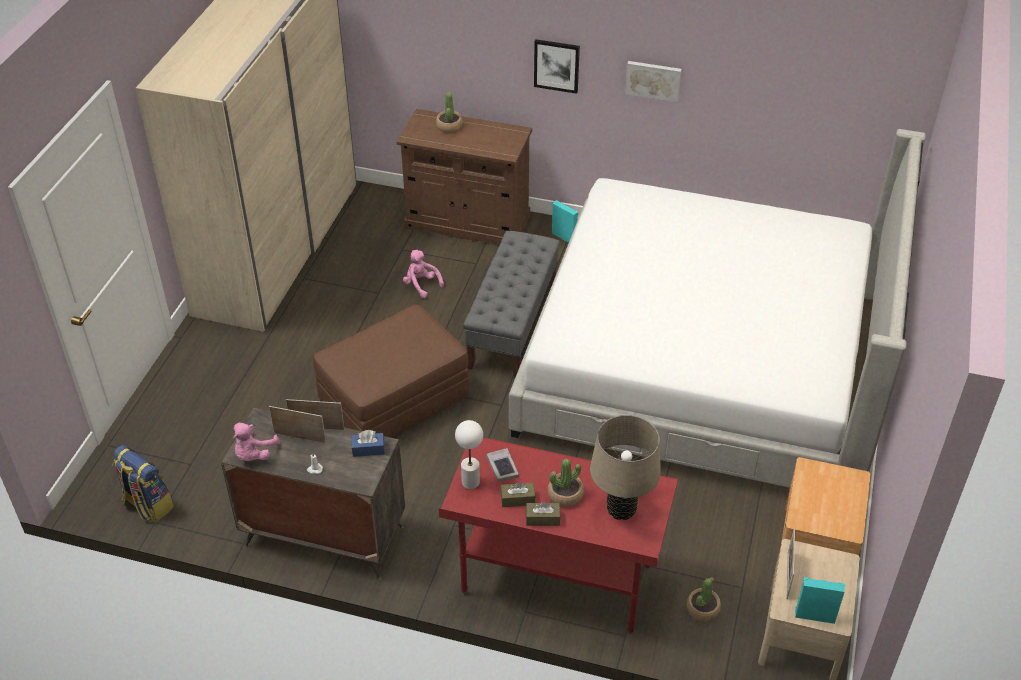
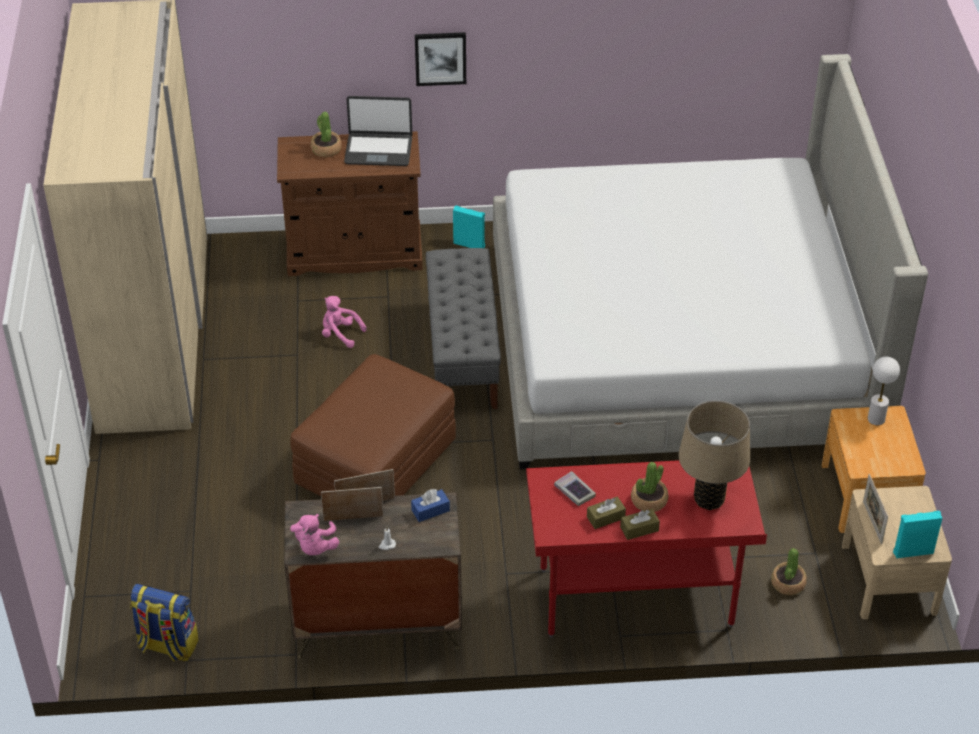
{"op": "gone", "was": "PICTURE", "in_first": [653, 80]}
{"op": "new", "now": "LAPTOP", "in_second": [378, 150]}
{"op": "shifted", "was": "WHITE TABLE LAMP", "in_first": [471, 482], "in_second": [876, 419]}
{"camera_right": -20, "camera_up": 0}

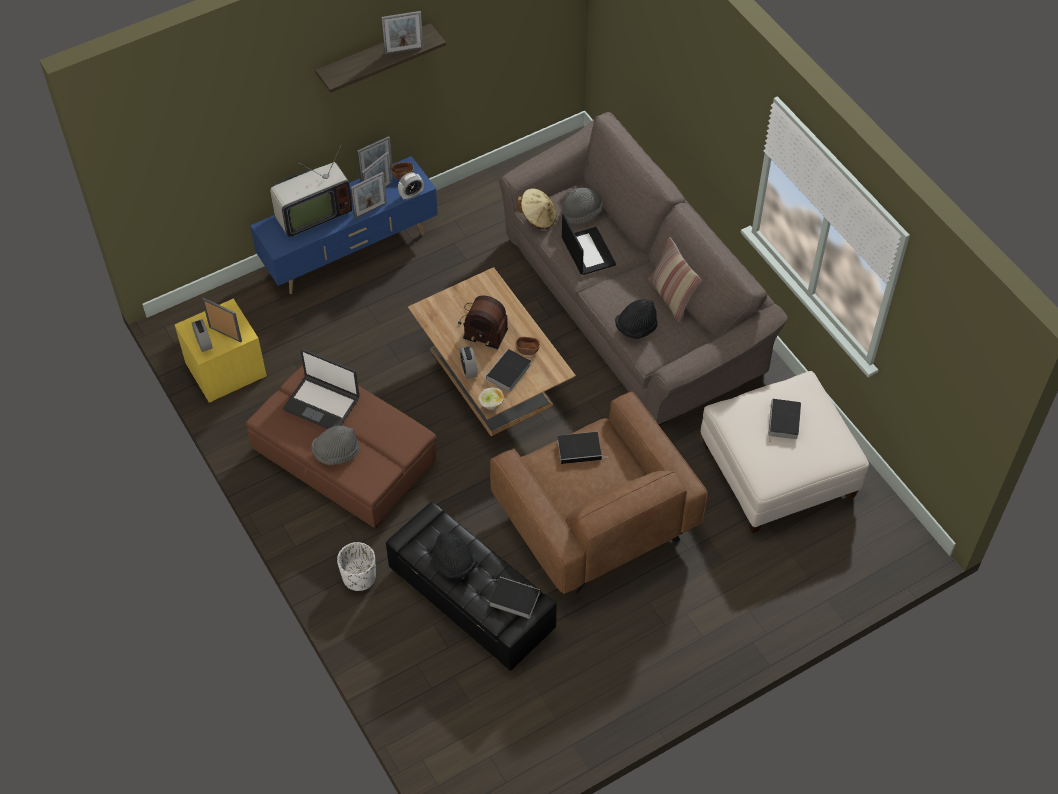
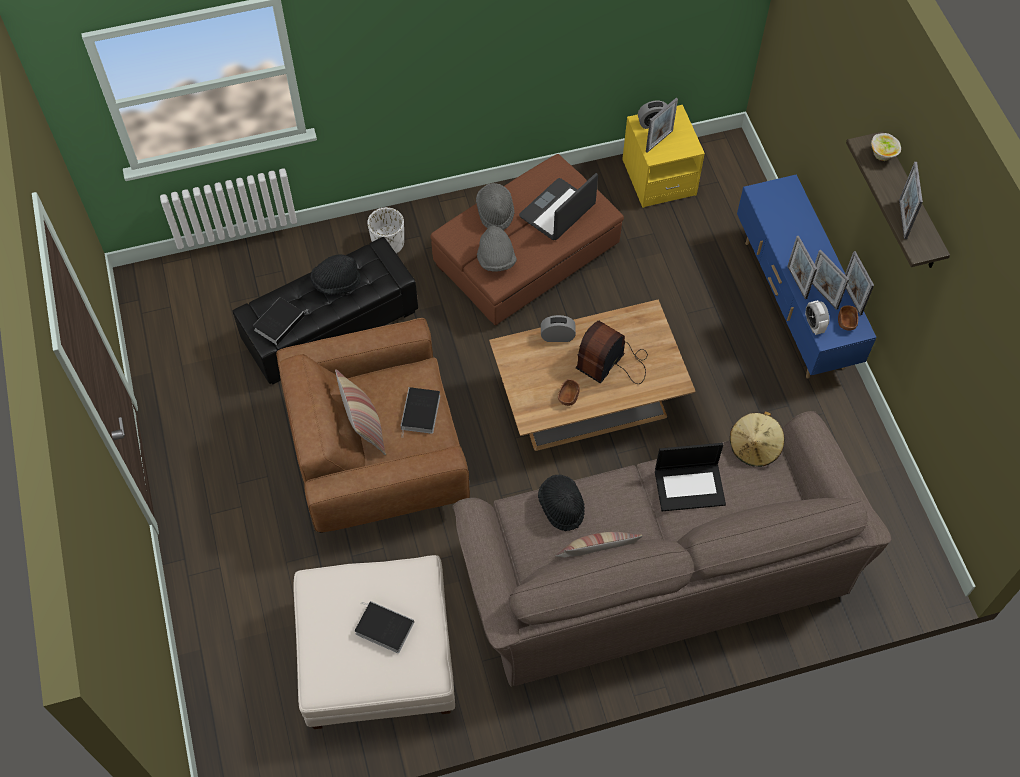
{"op": "gone", "was": "TELEVISION", "in_first": [311, 214]}
{"op": "gone", "was": "BOOK", "in_first": [508, 373]}
{"op": "new", "now": "PILLOW", "in_second": [364, 428]}
{"op": "shifted", "was": "BOWL", "in_first": [491, 405], "in_second": [882, 155]}
{"op": "shifted", "was": "GREY HAT", "in_first": [582, 213], "in_second": [496, 259]}
{"camera_right": 105, "camera_up": 5}

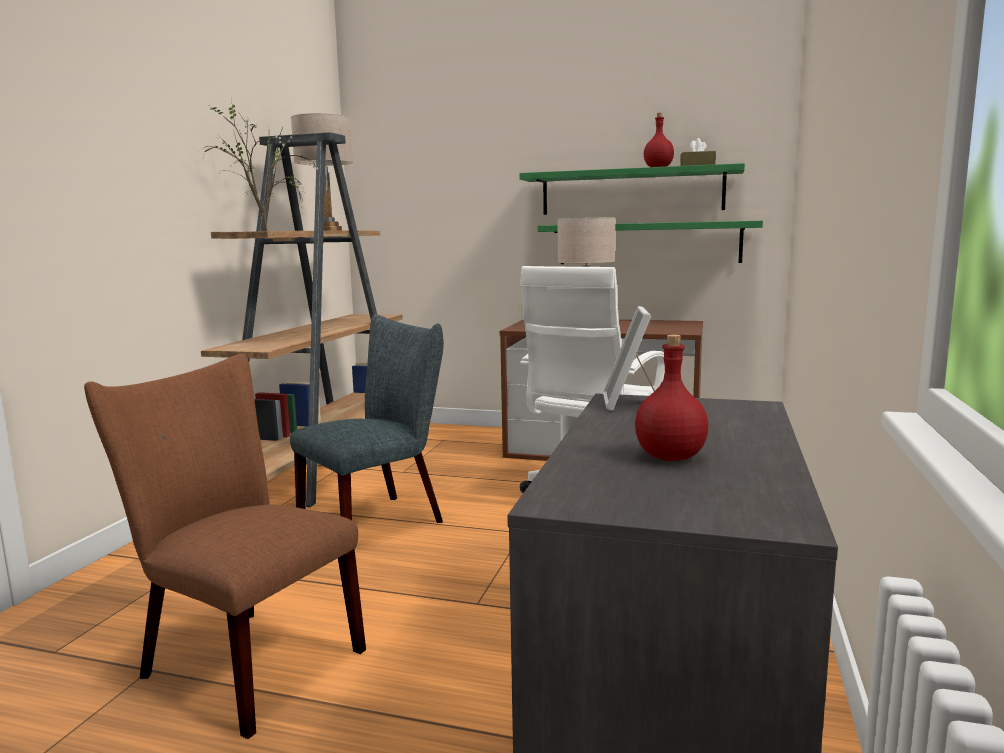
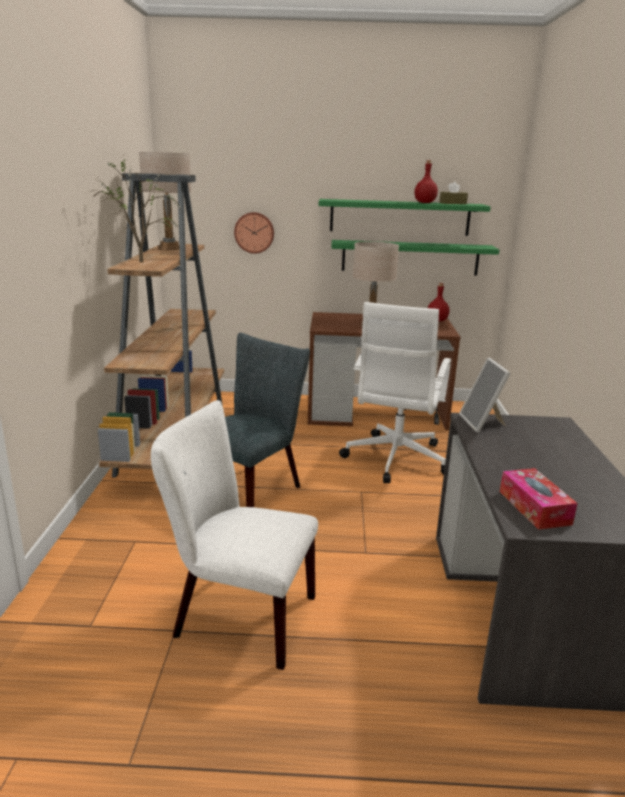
{"op": "new", "now": "WALL CLOCK", "in_second": [254, 232]}
{"op": "new", "now": "TISSUE BOX", "in_second": [534, 507]}
{"op": "shifted", "was": "RED BOTTLE", "in_first": [670, 457], "in_second": [437, 320]}
{"op": "repainted", "was": "BROWN CHAIR", "now": "WHITE CHAIR", "in_first": [242, 661], "in_second": [236, 615]}
{"camera_right": -15, "camera_up": 10}

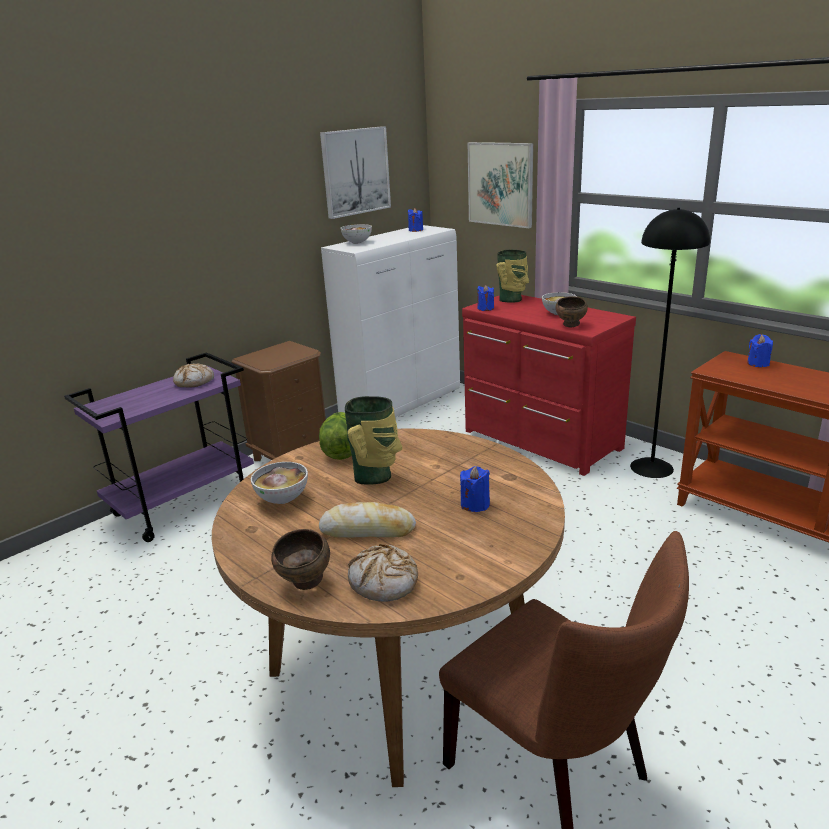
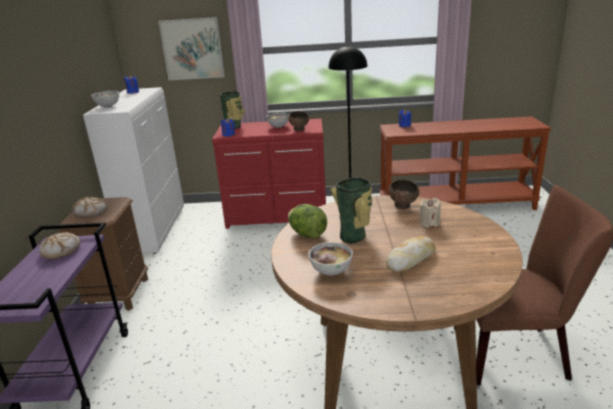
{"op": "gone", "was": "PICTURE", "in_first": [355, 171]}
{"op": "shifted", "was": "BROWN BOWL", "in_first": [306, 584], "in_second": [403, 207]}
{"op": "shifted", "was": "BREAD", "in_first": [384, 582], "in_second": [91, 212]}
{"op": "repainted", "was": "BLUE CANDLE", "now": "BEIGE CANDLE", "in_first": [475, 504], "in_second": [429, 223]}
{"camera_right": -45, "camera_up": 0}

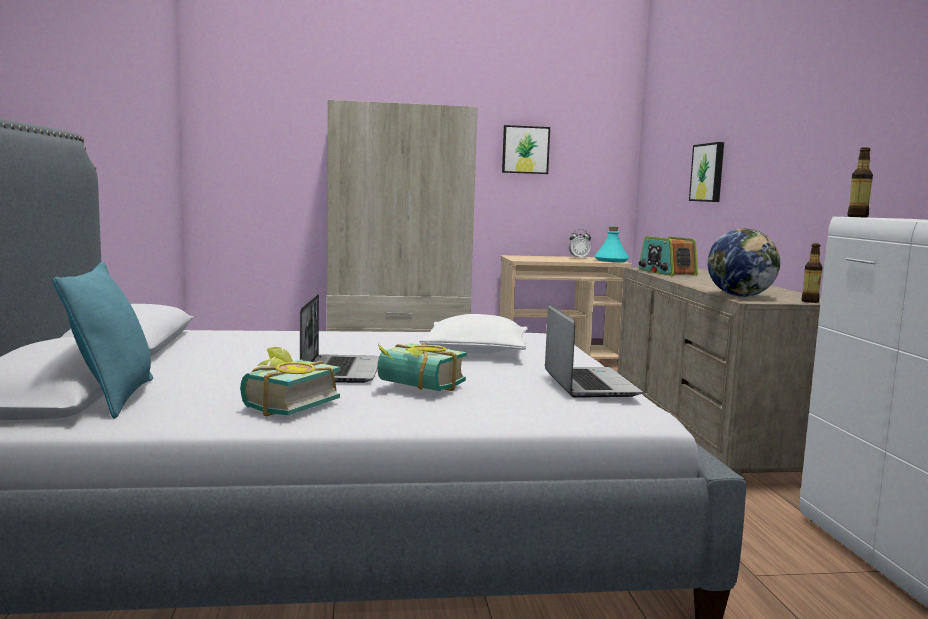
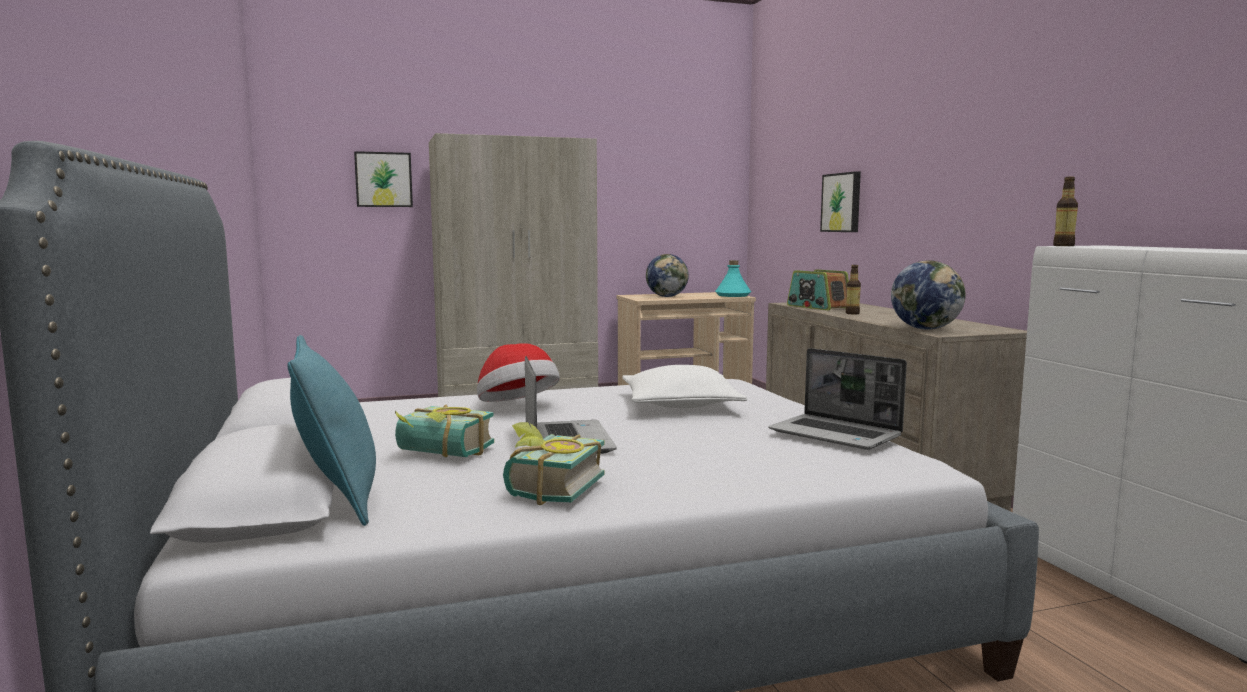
{"op": "gone", "was": "ALARM CLOCK", "in_first": [579, 258]}
{"op": "new", "now": "HAT", "in_second": [517, 407]}
{"op": "new", "now": "GLOBE", "in_second": [667, 296]}
{"op": "shifted", "was": "BOOK", "in_first": [416, 387], "in_second": [440, 454]}
{"op": "shifted", "was": "PICTURE", "in_first": [525, 150], "in_second": [383, 179]}
{"op": "shifted", "was": "BOTTLE", "in_first": [810, 301], "in_second": [852, 313]}
{"op": "rotated", "was": "LAPTOP", "in_first": [588, 384], "in_second": [836, 434], "clockwise": 150}
{"camera_right": -10, "camera_up": 0}

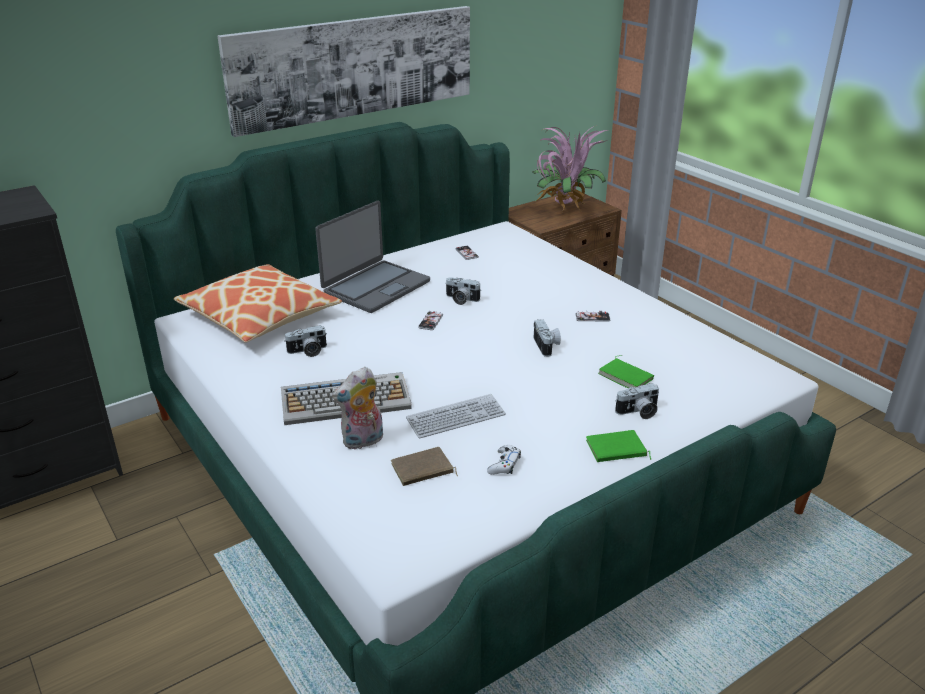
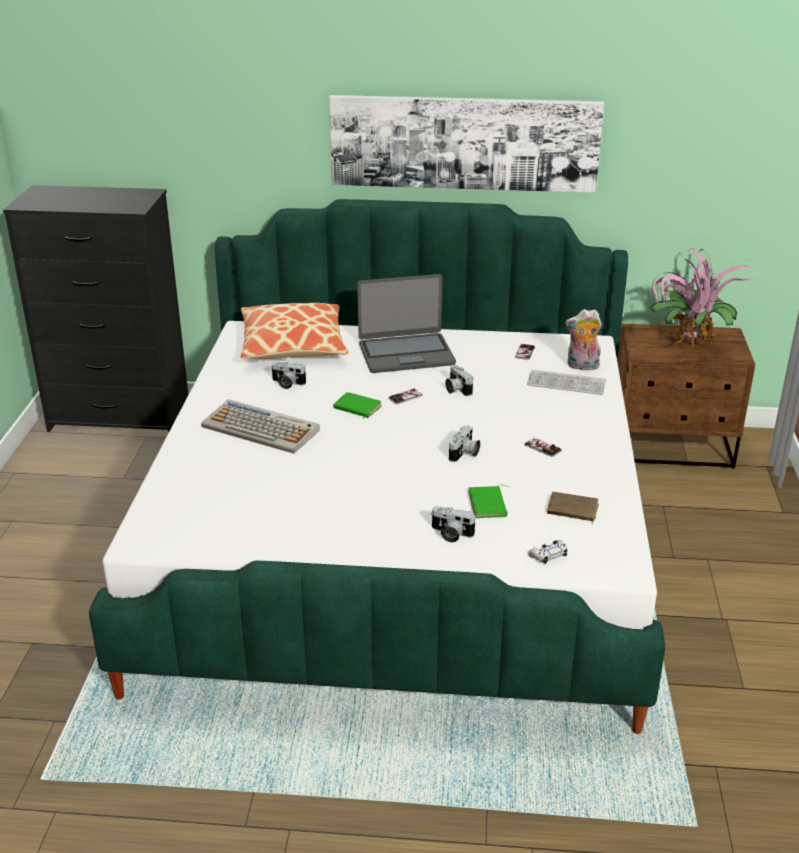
{"op": "shifted", "was": "PLUSH TOY", "in_first": [363, 441], "in_second": [582, 366]}
{"op": "shifted", "was": "BROWN BOOK", "in_first": [422, 470], "in_second": [572, 510]}
{"op": "shifted", "was": "KEYBOARD", "in_first": [456, 417], "in_second": [566, 384]}
{"op": "shifted", "was": "WHITE GAME CONTROLLER", "in_first": [504, 465], "in_second": [548, 555]}
{"op": "shifted", "was": "GREEN BOOK", "in_first": [616, 450], "in_second": [356, 408]}
{"camera_right": 40, "camera_up": 0}

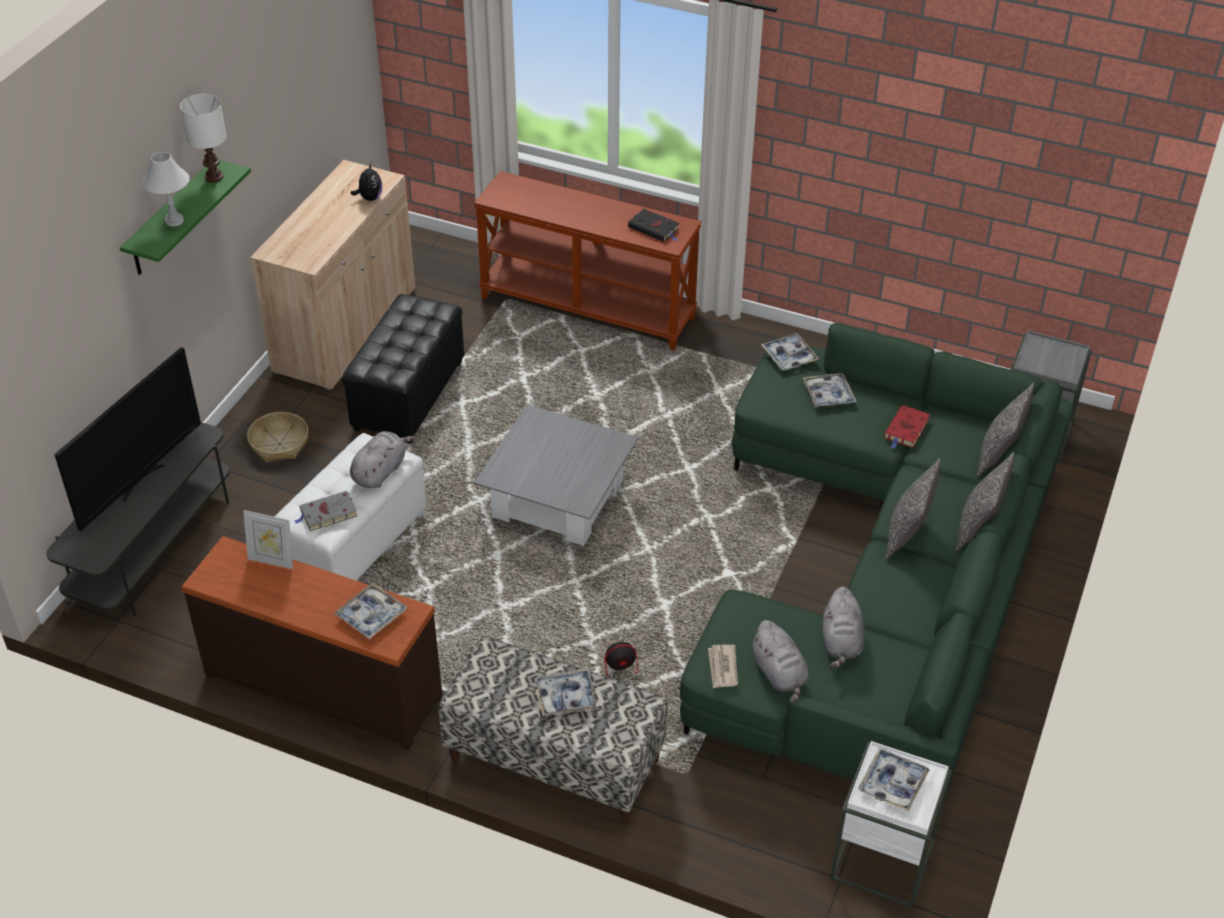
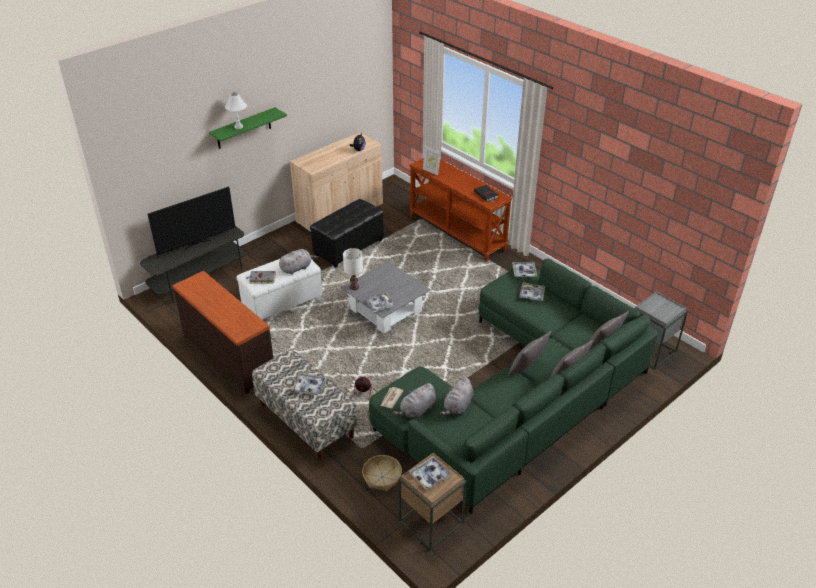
{"op": "gone", "was": "RED BOOK", "in_first": [906, 430]}
{"op": "shifted", "was": "WHITE TABLE LAMP", "in_first": [213, 177], "in_second": [353, 287]}
{"op": "shifted", "was": "PICTURE FRAME", "in_first": [272, 560], "in_second": [431, 171]}
{"op": "shifted", "was": "BASKET", "in_first": [279, 444], "in_second": [382, 477]}
{"op": "shifted", "was": "TRAY", "in_first": [371, 615], "in_second": [379, 305]}
{"op": "repainted", "was": "WHITE SIDE TABLE", "now": "BROWN SIDE TABLE", "in_first": [883, 859], "in_second": [431, 522]}
{"op": "rotated", "was": "GREY PLUSH TOY", "in_first": [780, 674], "in_second": [417, 410], "clockwise": 45}
{"camera_right": 25, "camera_up": -5}

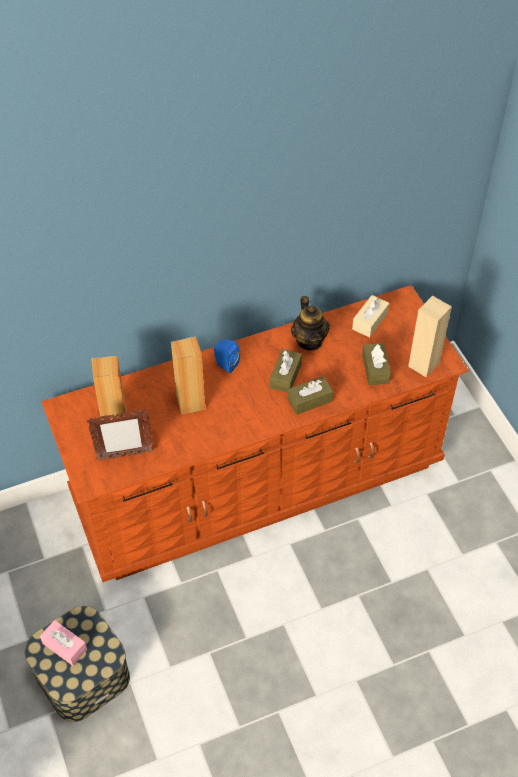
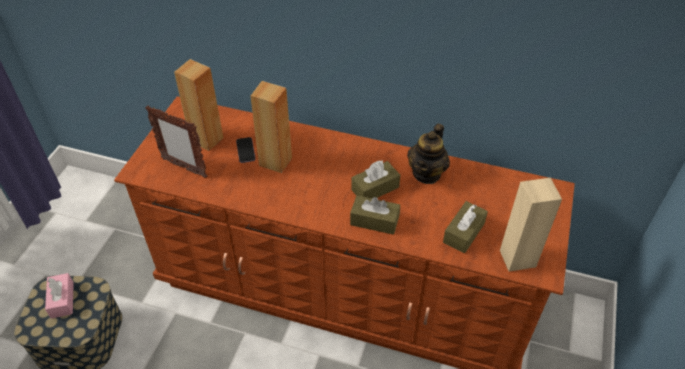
{"op": "gone", "was": "BLUE SPEAKER", "in_first": [225, 364]}
{"op": "gone", "was": "BEIGE TISSUE BOX", "in_first": [370, 321]}
{"op": "new", "now": "PHONE", "in_second": [245, 151]}
{"camera_right": 40, "camera_up": -5}

